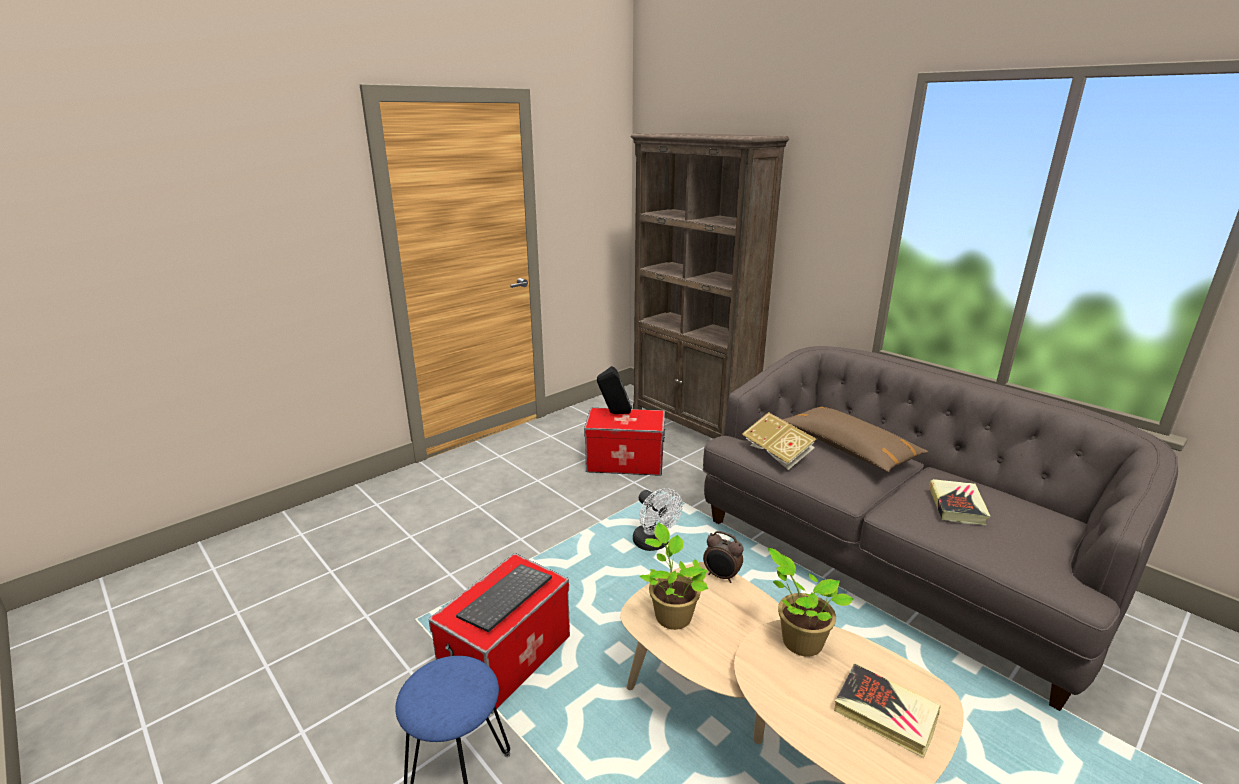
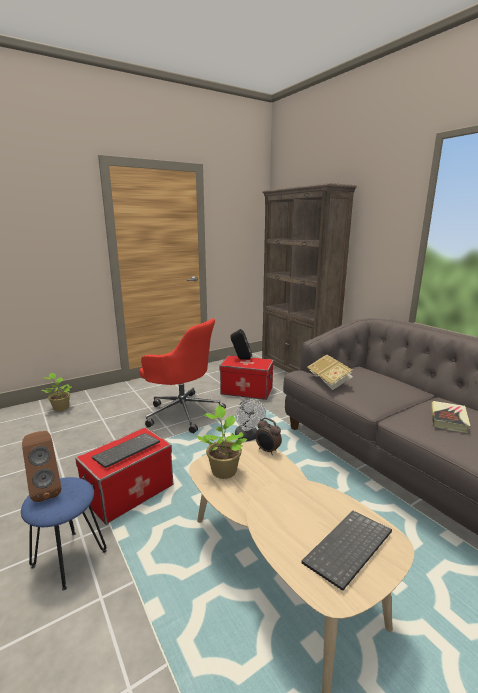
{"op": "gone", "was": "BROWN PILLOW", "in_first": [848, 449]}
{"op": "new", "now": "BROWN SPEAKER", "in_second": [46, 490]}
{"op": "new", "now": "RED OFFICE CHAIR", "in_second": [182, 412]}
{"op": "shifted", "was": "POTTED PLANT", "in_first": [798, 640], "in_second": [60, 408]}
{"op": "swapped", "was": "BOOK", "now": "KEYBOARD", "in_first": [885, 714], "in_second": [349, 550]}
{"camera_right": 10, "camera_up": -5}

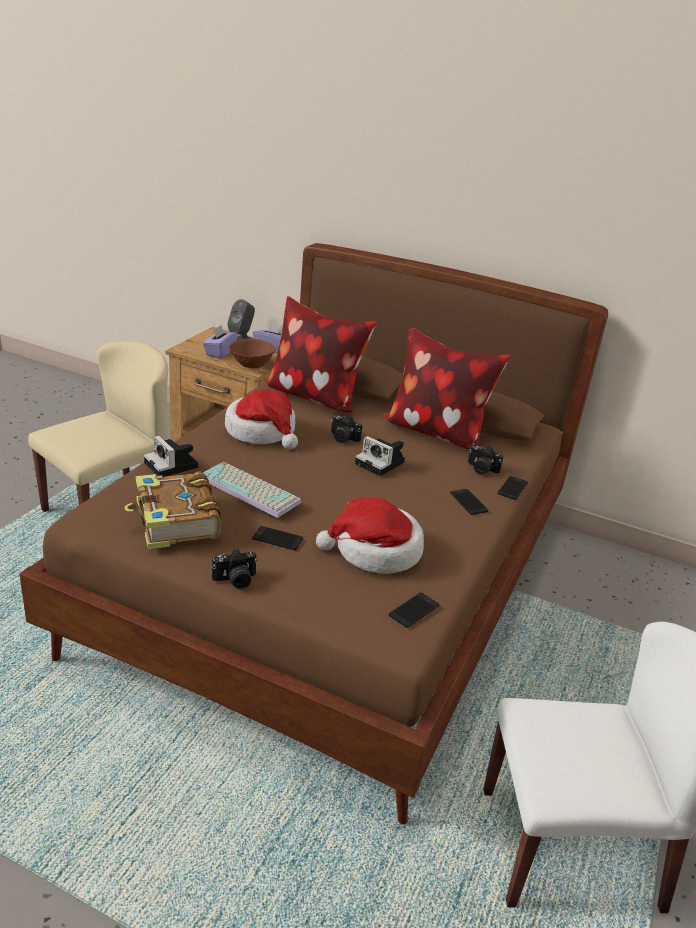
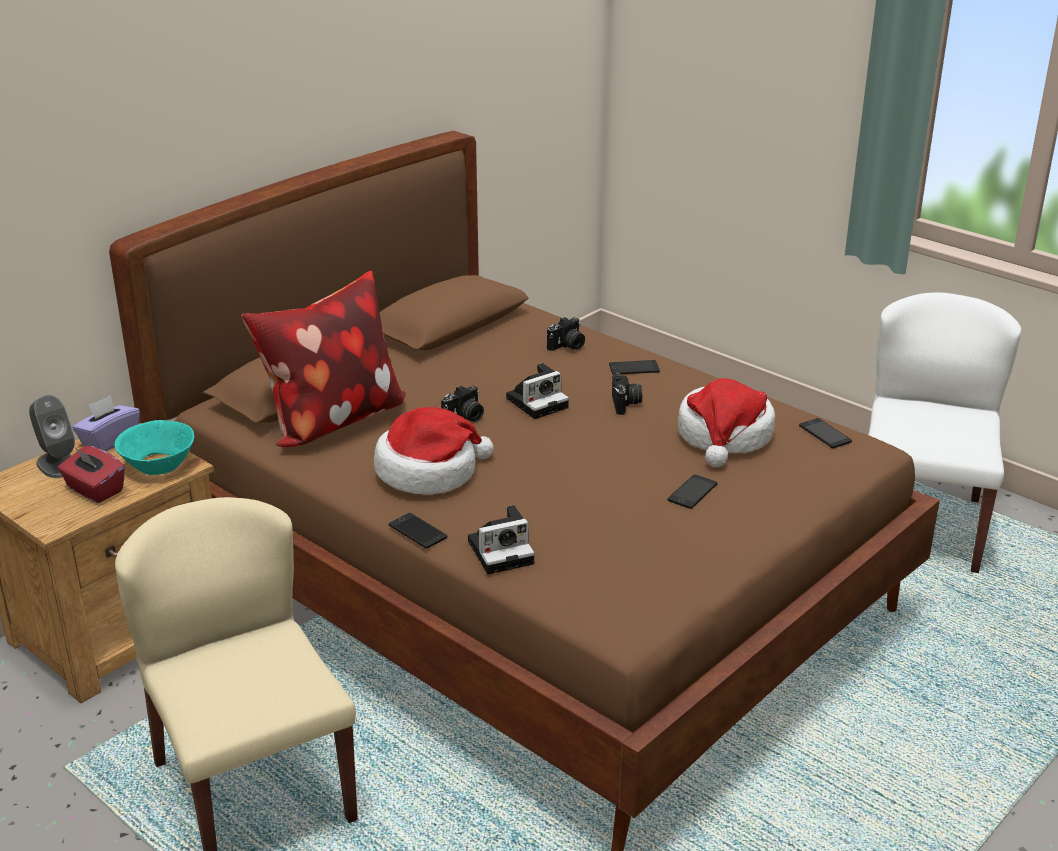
{"op": "gone", "was": "BOOK", "in_first": [175, 522]}
{"op": "gone", "was": "KEYBOARD", "in_first": [251, 490]}
{"op": "gone", "was": "PILLOW", "in_first": [436, 432]}
{"op": "shifted", "was": "PHOTO CAMERA", "in_first": [235, 580], "in_second": [626, 404]}
{"op": "shifted", "was": "PHONE", "in_first": [512, 488], "in_second": [417, 531]}
{"op": "repainted", "was": "PURPLE TISSUE BOX", "now": "RED TISSUE BOX", "in_first": [220, 353], "in_second": [94, 490]}
{"op": "repainted", "was": "BROWN BOWL", "now": "TURQUOISE BOWL", "in_first": [251, 364], "in_second": [158, 465]}
{"camera_right": -70, "camera_up": 0}

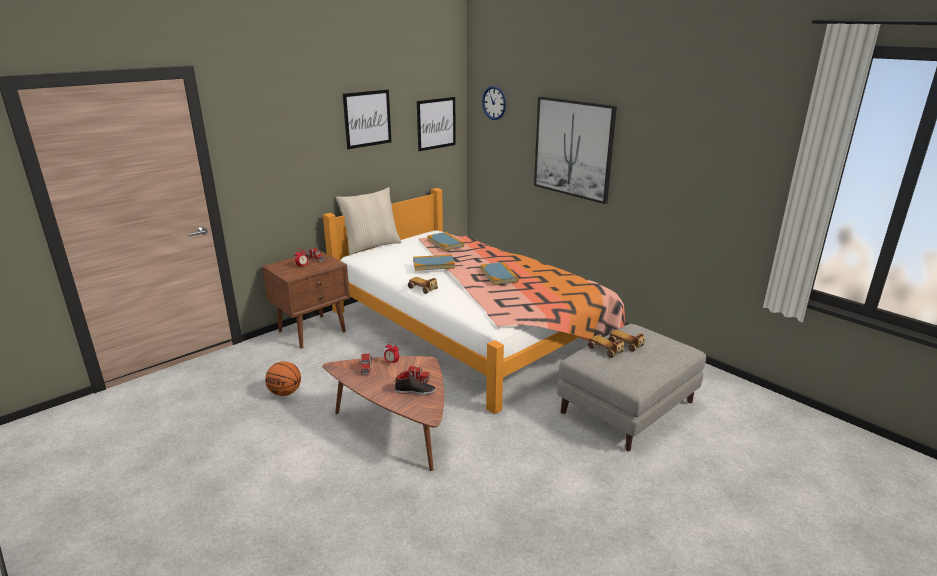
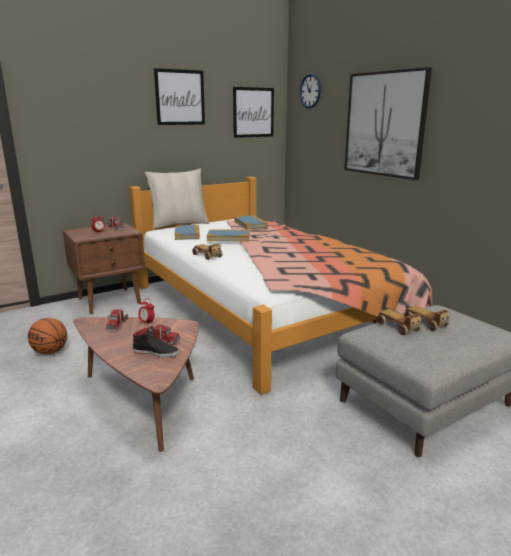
{"op": "shifted", "was": "BOOK", "in_first": [499, 275], "in_second": [187, 234]}
{"camera_right": 10, "camera_up": -5}

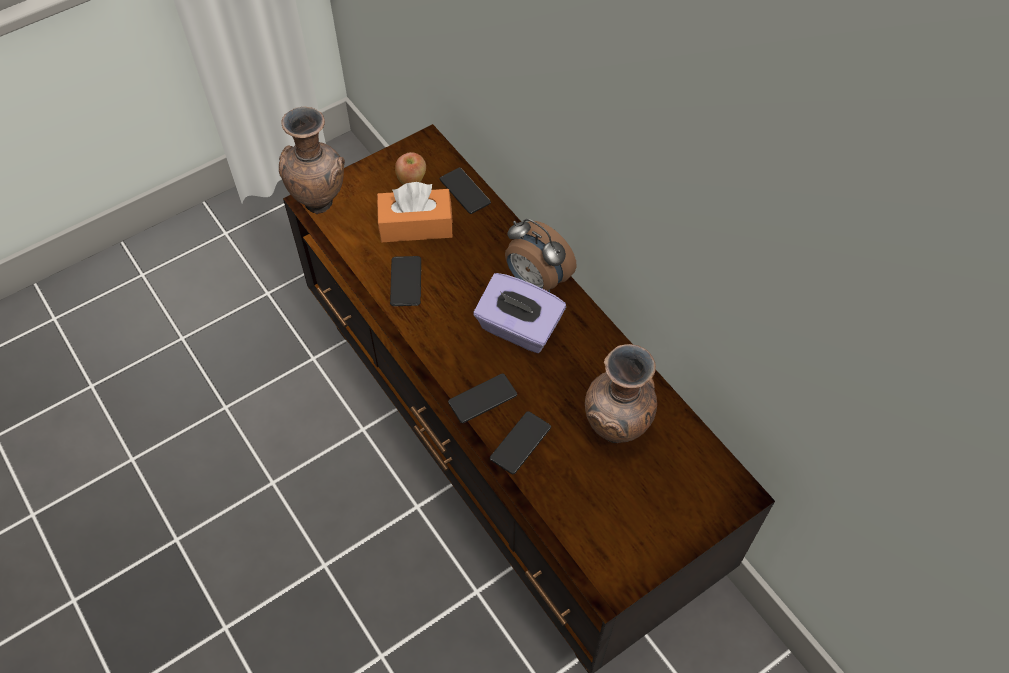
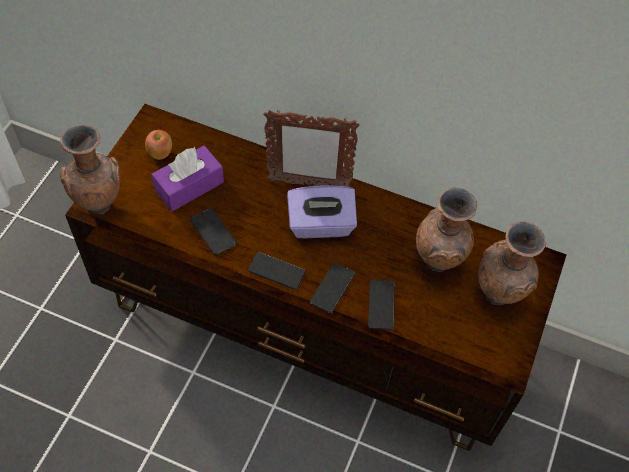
{"op": "new", "now": "BROWN VASE", "in_second": [499, 295]}
{"op": "shifted", "was": "PHONE", "in_first": [465, 191], "in_second": [276, 271]}
{"op": "swapped", "was": "ALARM CLOCK", "now": "PICTURE FRAME", "in_first": [536, 281], "in_second": [308, 185]}
{"op": "repainted", "was": "ORANGE TISSUE BOX", "now": "PURPLE TISSUE BOX", "in_first": [416, 225], "in_second": [189, 186]}
{"camera_right": -35, "camera_up": 0}

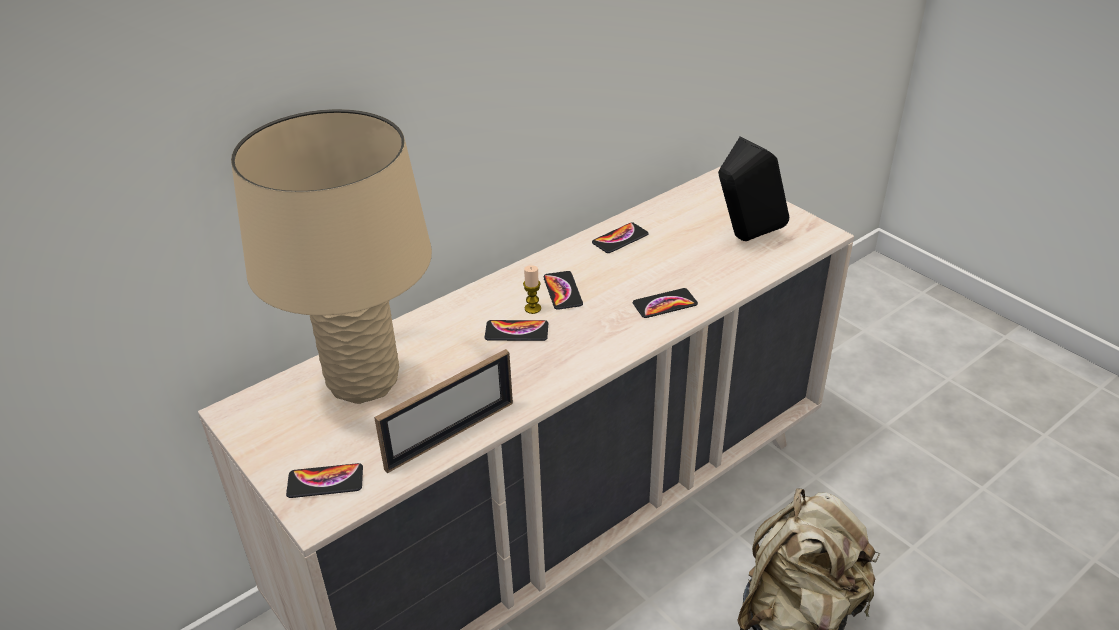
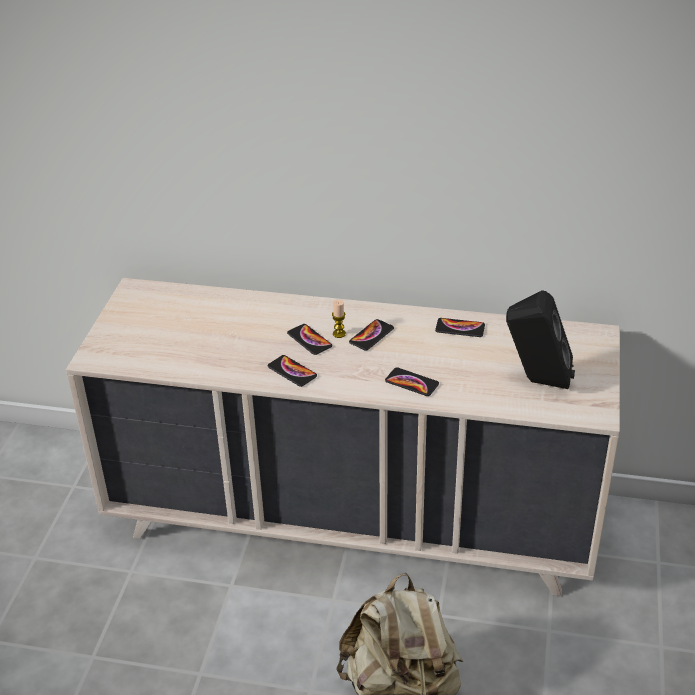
{"op": "gone", "was": "BEIGE TABLE LAMP", "in_first": [363, 381]}
{"op": "gone", "was": "PICTURE FRAME", "in_first": [450, 435]}
{"op": "shifted", "was": "PHONE", "in_first": [325, 481], "in_second": [292, 371]}
{"camera_right": 50, "camera_up": 0}

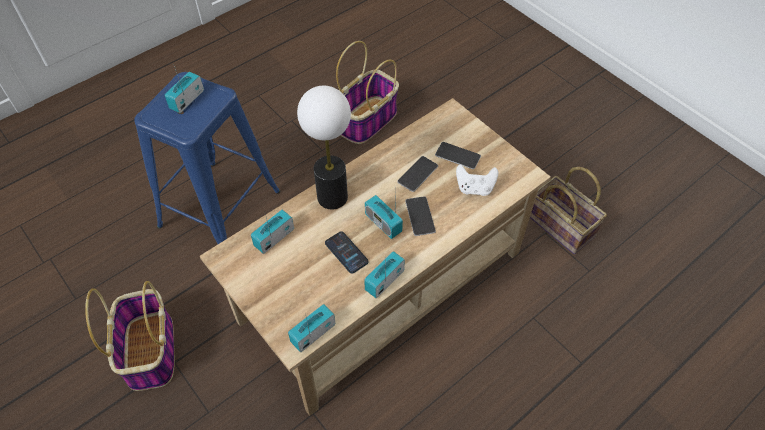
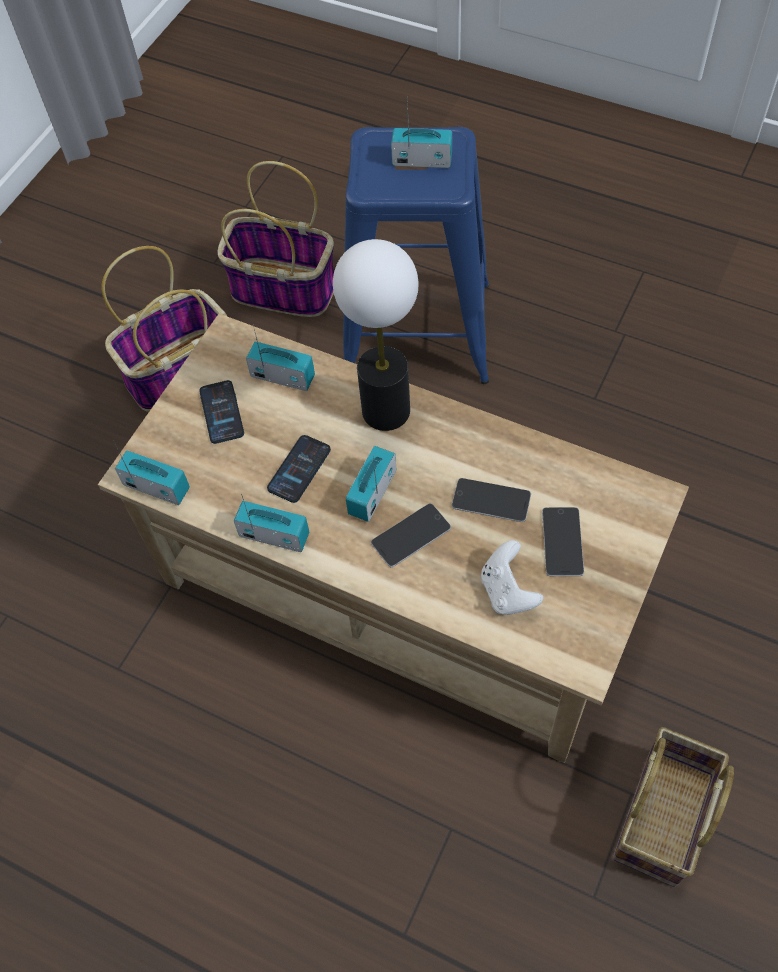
{"op": "new", "now": "PHONE", "in_second": [221, 412]}
{"op": "shifted", "was": "BASKET", "in_first": [366, 121], "in_second": [281, 289]}
{"camera_right": 70, "camera_up": 5}

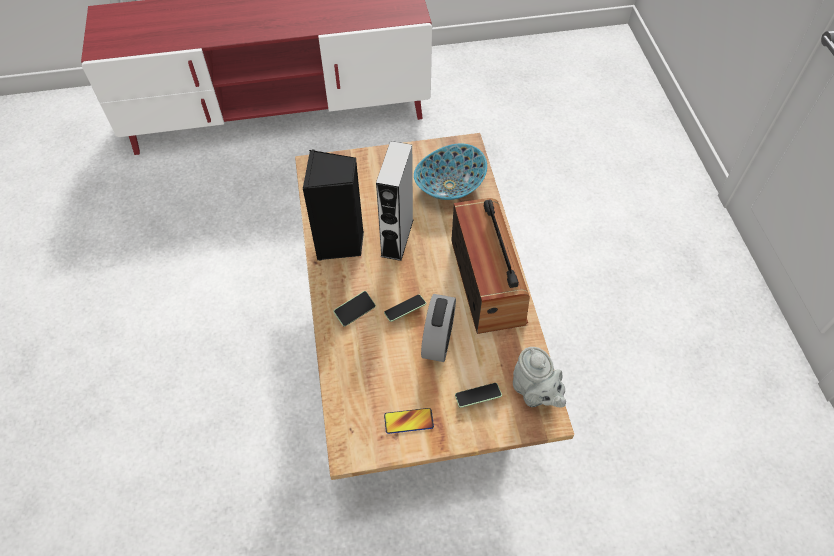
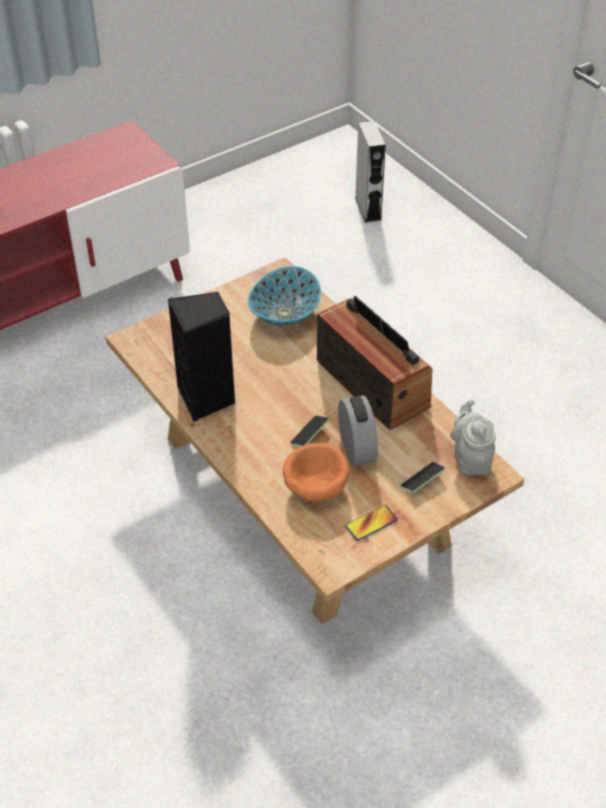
{"op": "gone", "was": "PHONE", "in_first": [355, 311]}
{"op": "new", "now": "ORANGE BOWL", "in_second": [314, 487]}
{"op": "shifted", "was": "GREY SPEAKER", "in_first": [397, 238], "in_second": [368, 208]}
{"op": "rotated", "was": "GREY TEAPOT", "in_first": [534, 393], "in_second": [471, 459], "clockwise": -135}
{"camera_right": -25, "camera_up": -10}

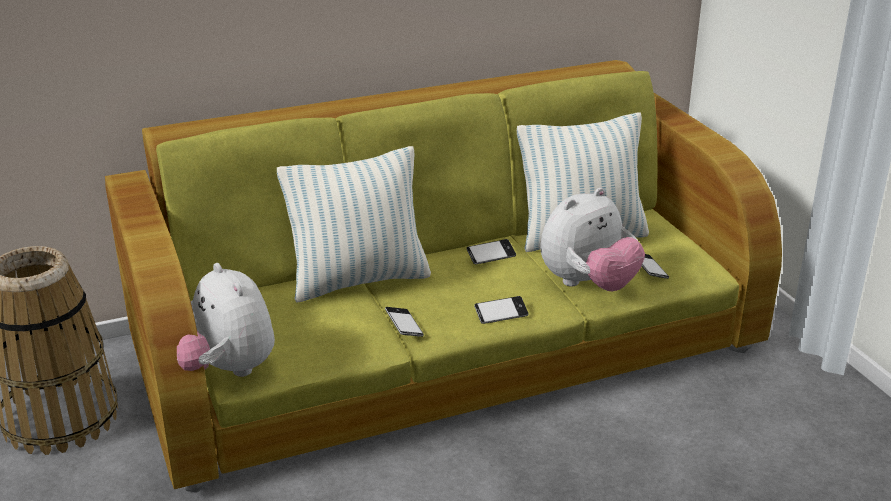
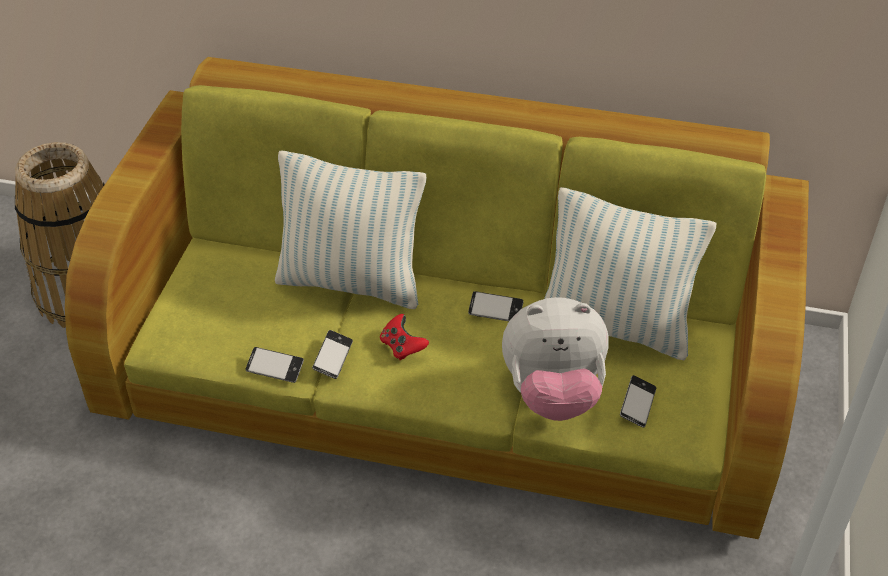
{"op": "gone", "was": "PLUSH TOY", "in_first": [223, 371]}
{"op": "new", "now": "RED GAME CONTROLLER", "in_second": [402, 347]}
{"op": "shifted", "was": "PHONE", "in_first": [501, 314], "in_second": [275, 368]}
{"camera_right": 35, "camera_up": 15}

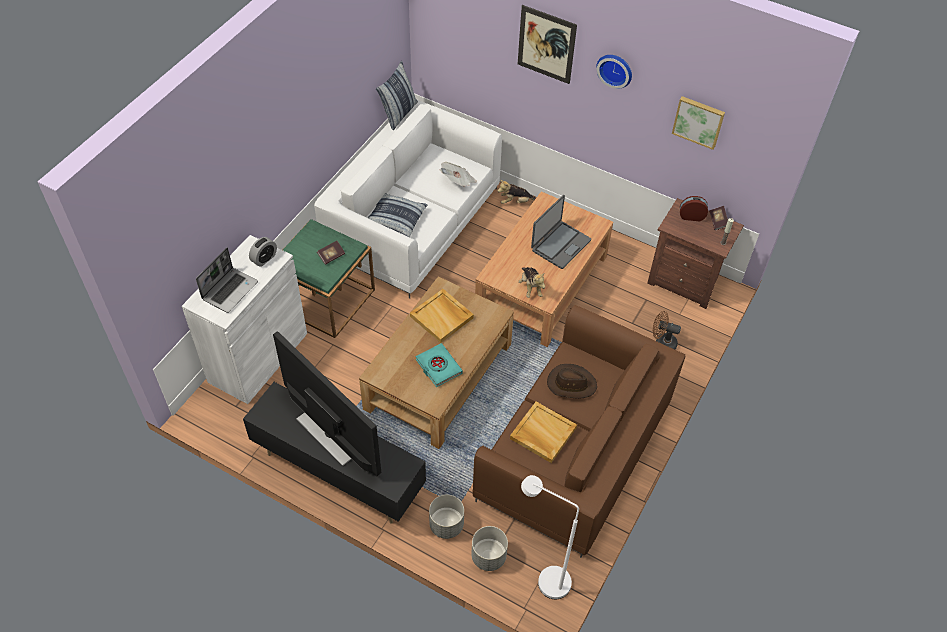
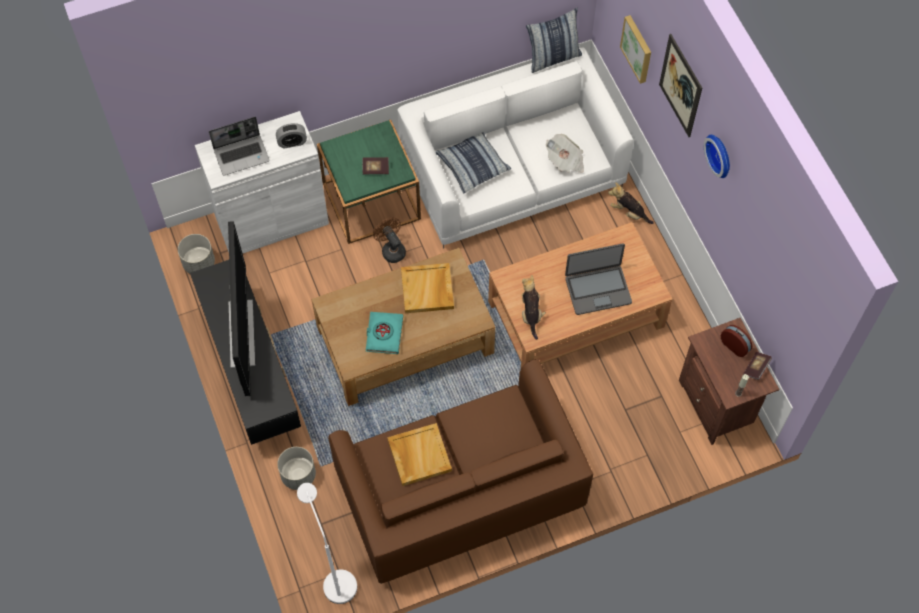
{"op": "gone", "was": "BROWN HAT", "in_first": [571, 384]}
{"op": "shifted", "was": "GREY PLANTER", "in_first": [488, 556], "in_second": [199, 263]}
{"op": "shifted", "was": "BROWN FAN", "in_first": [662, 343], "in_second": [391, 249]}
{"op": "shifted", "was": "PICTURE", "in_first": [698, 121], "in_second": [638, 48]}
{"op": "rotated", "was": "PLUSH TOY", "in_first": [530, 287], "in_second": [531, 313], "clockwise": 150}
{"camera_right": 40, "camera_up": 10}

